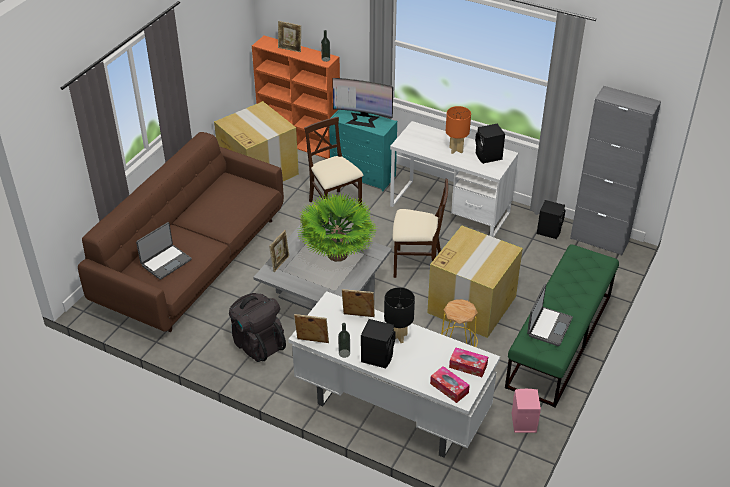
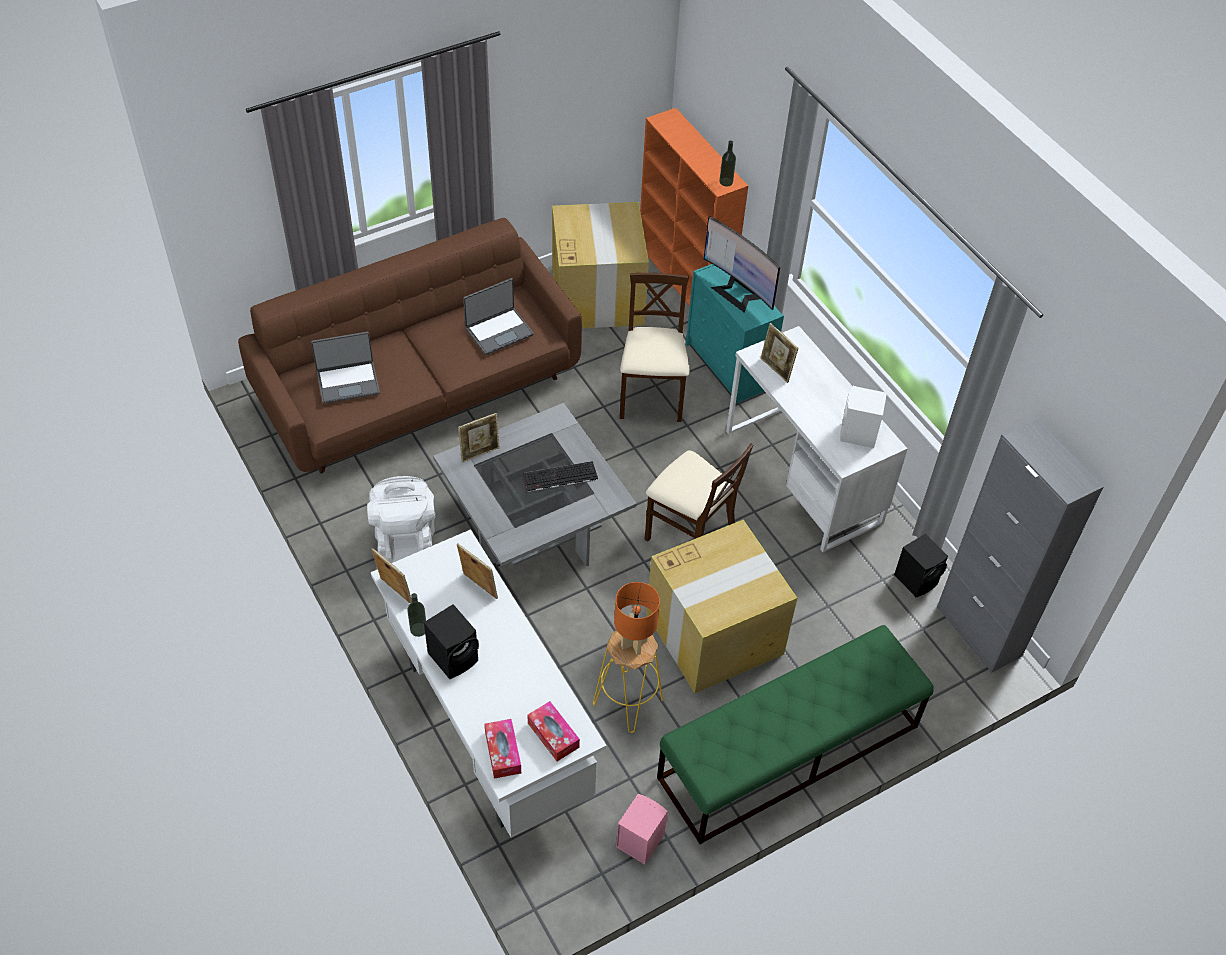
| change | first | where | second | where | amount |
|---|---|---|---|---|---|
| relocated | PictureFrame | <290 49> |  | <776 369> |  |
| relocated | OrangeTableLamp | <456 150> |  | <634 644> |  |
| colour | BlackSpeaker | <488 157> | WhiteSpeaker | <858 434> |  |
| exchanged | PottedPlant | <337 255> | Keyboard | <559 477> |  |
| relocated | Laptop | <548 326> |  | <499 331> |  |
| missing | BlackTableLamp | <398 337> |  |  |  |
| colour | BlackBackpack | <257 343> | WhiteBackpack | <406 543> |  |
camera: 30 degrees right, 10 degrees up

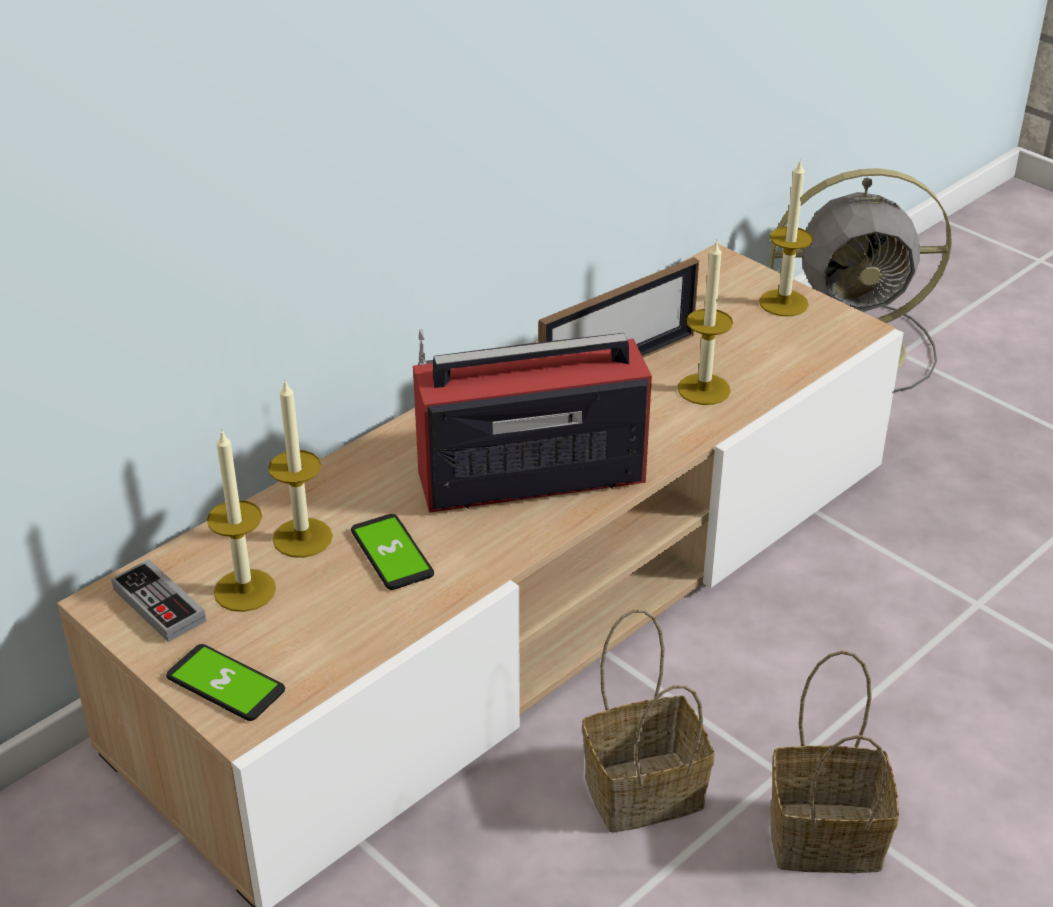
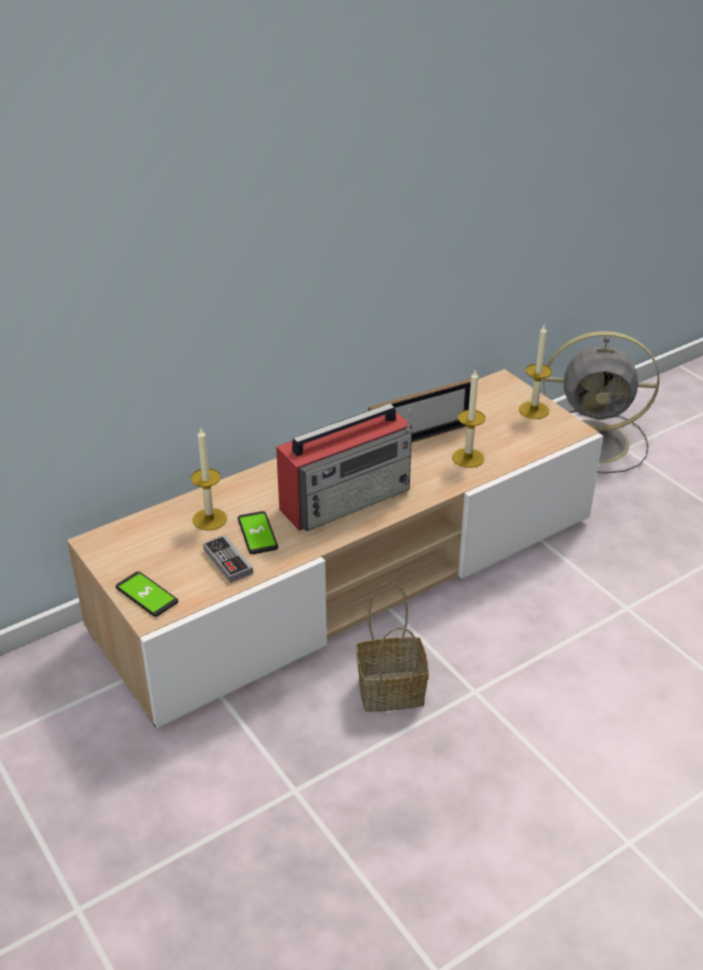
| change | first | where | second | where | amount |
|---|---|---|---|---|---|
| spun | Radio | <527 476> |  | <347 498> | 150 degrees clockwise |
| missing | Candle | <245 590> |  |  |  |
| relocated | GameController | <159 605> |  | <228 561> |  |
| missing | Basket | <821 839> |  |  |  |
camera: 10 degrees right, 0 degrees up

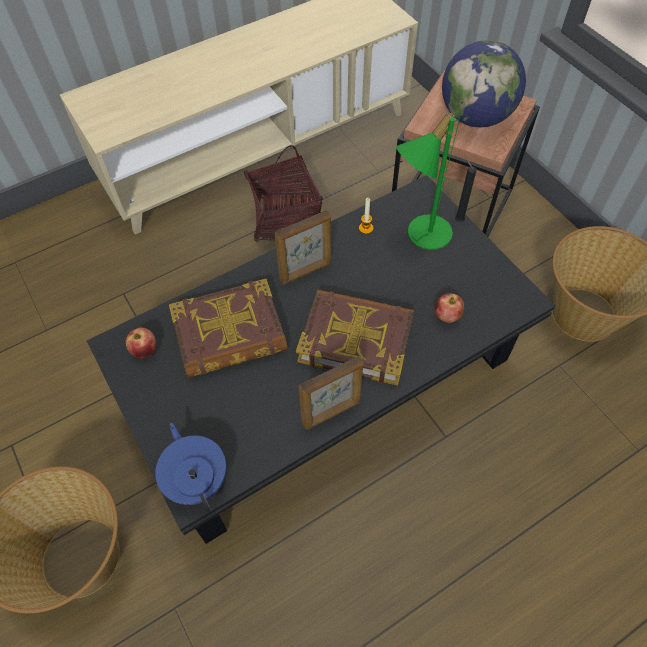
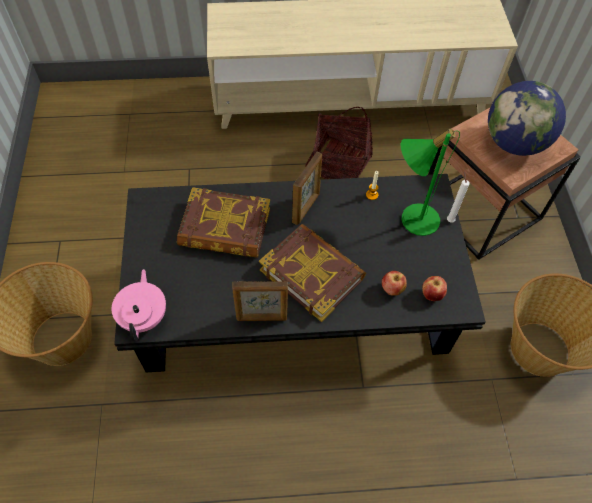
| change | first | where | second | where | amount |
|---|---|---|---|---|---|
| colour | BlackCandle | <458 219> | WhiteCandle | <449 219> |  |
| spun | PictureFrame | <306 272> |  | <306 208> | 60 degrees counterclockwise |
| relocated | Apple | <145 351> |  | <432 295> |  |
| colour | BlueTeapot | <197 479> | PinkTeapot | <144 317> |  |
camera: 25 degrees right, 0 degrees up

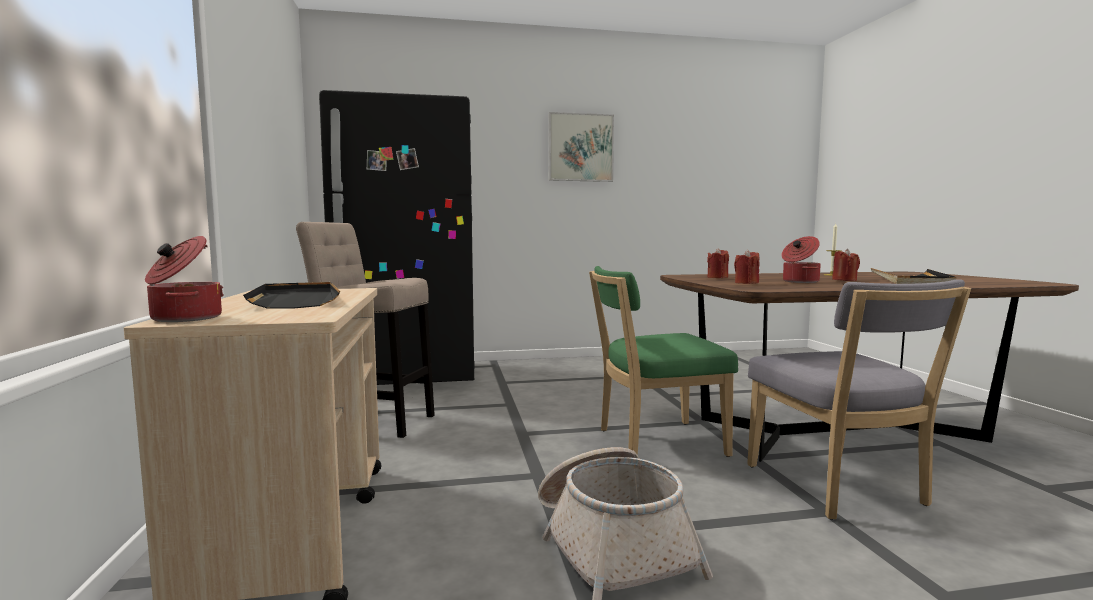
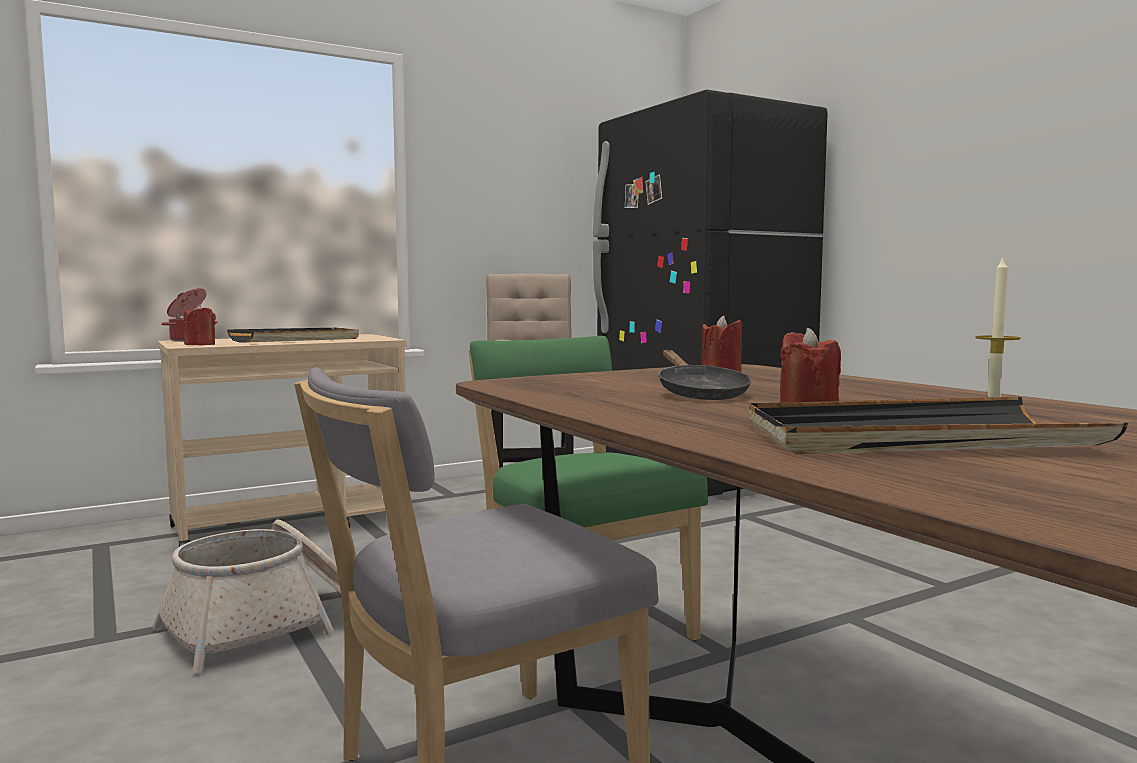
| change | first | where | second | where | amount |
|---|---|---|---|---|---|
| missing | Picture | <580 147> |  |  |  |
| exchanged | CookingPot | <799 281> | BlackFryingPan | <699 394> |  |
| relocated | RedCandle | <746 283> |  | <200 345> |  |
camera: 70 degrees right, 0 degrees up

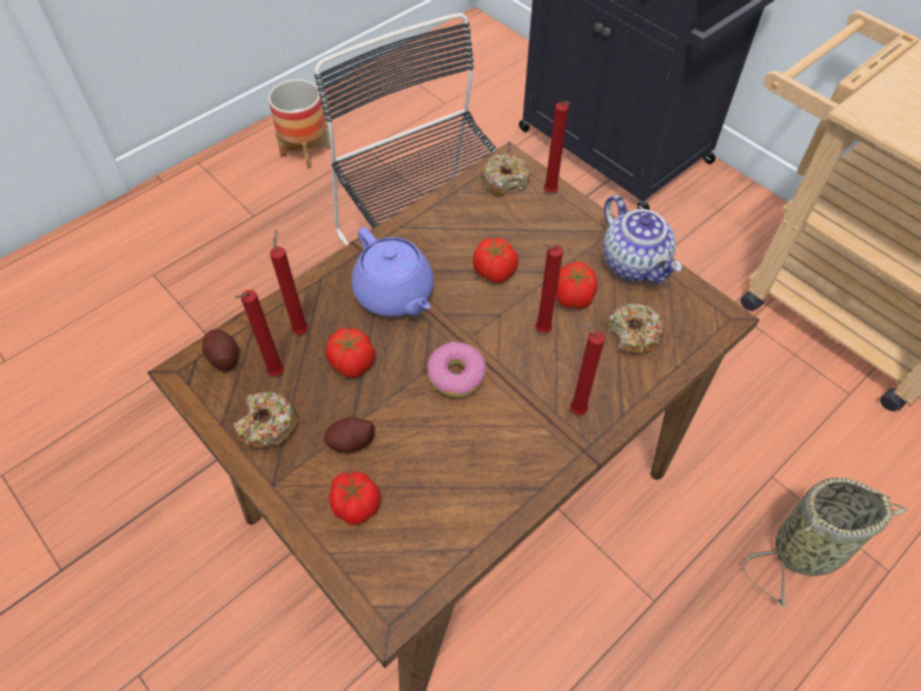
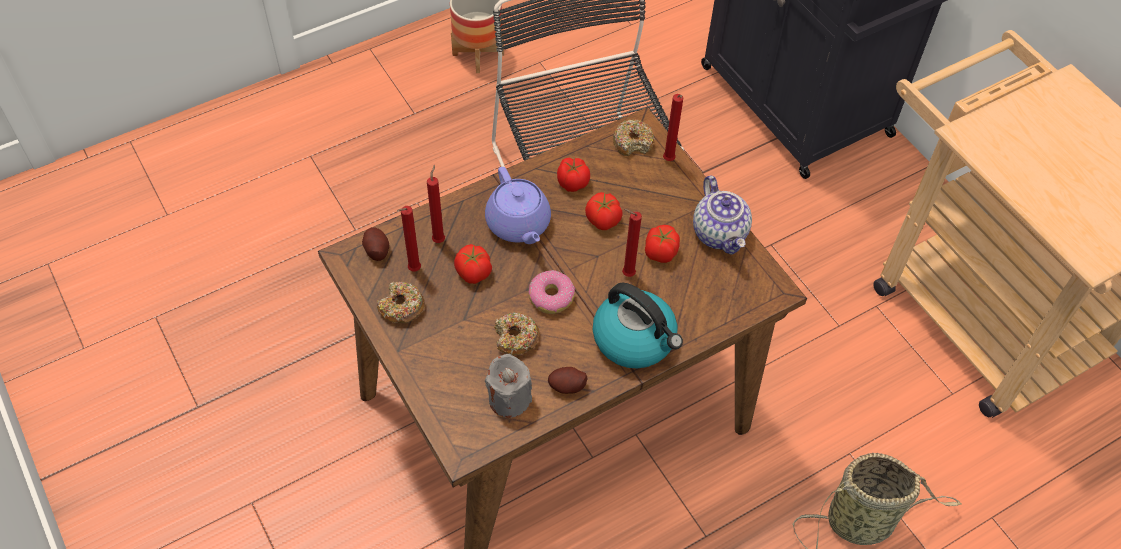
| change | first | where | second | where | amount |
|---|---|---|---|---|---|
| relocated | Donut | <634 334> |  | <515 338> |  |
| exchanged | RedCandle | <575 409> | Kettle | <635 339> |  |
| relocated | Potato | <351 442> |  | <567 386> |  |
| relocated | Tomato | <355 505> |  | <572 182> |  |
| appeared |  |  | GreyCandle | <509 399> |  |
camera: 10 degrees right, 0 degrees up

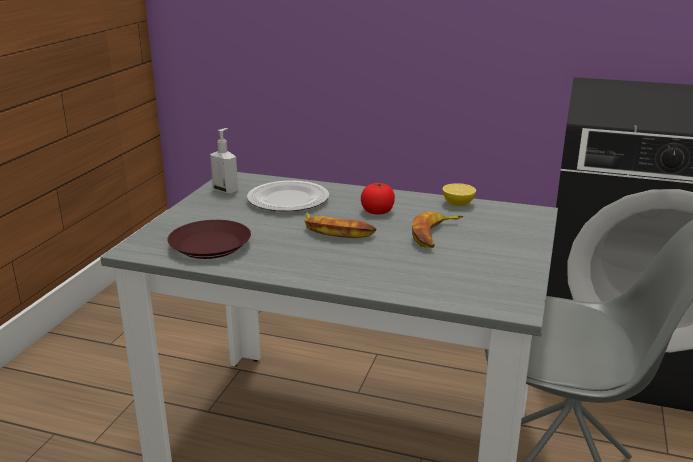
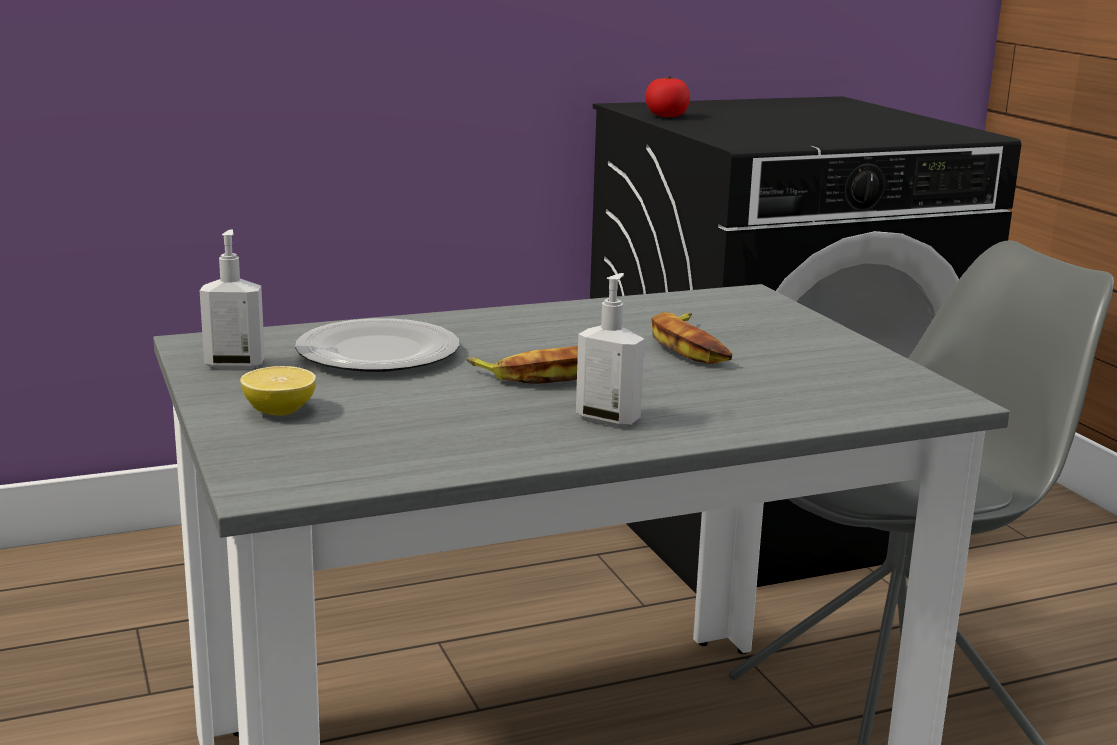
| change | first | where | second | where | amount |
|---|---|---|---|---|---|
| relocated | Tomato | <377 211> |  | <666 116> |  |
| relocated | Lemon | <458 204> |  | <279 411> |  |
| missing | BrownPlate | <210 246> |  |  |  |
| appeared |  |  | SoapDispenser | <608 419> |  |
camera: 40 degrees left, 5 degrees down

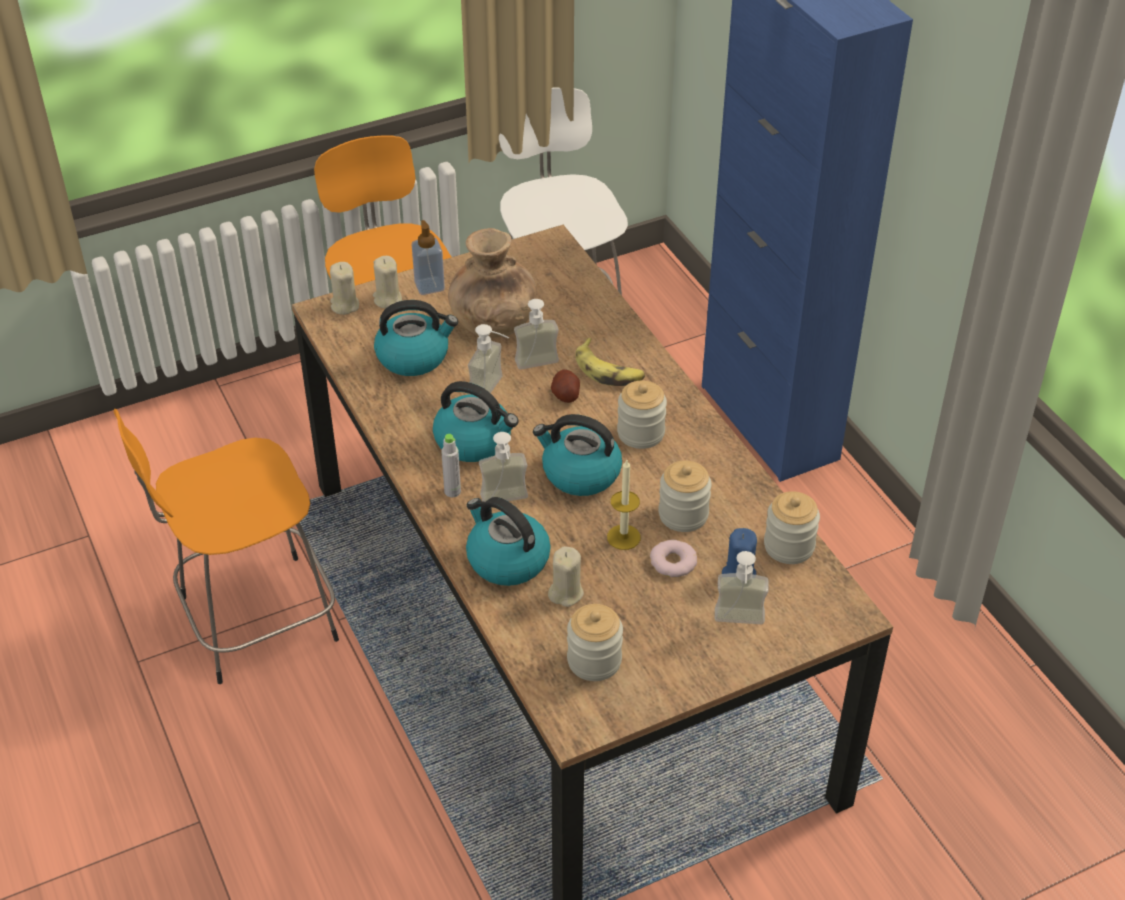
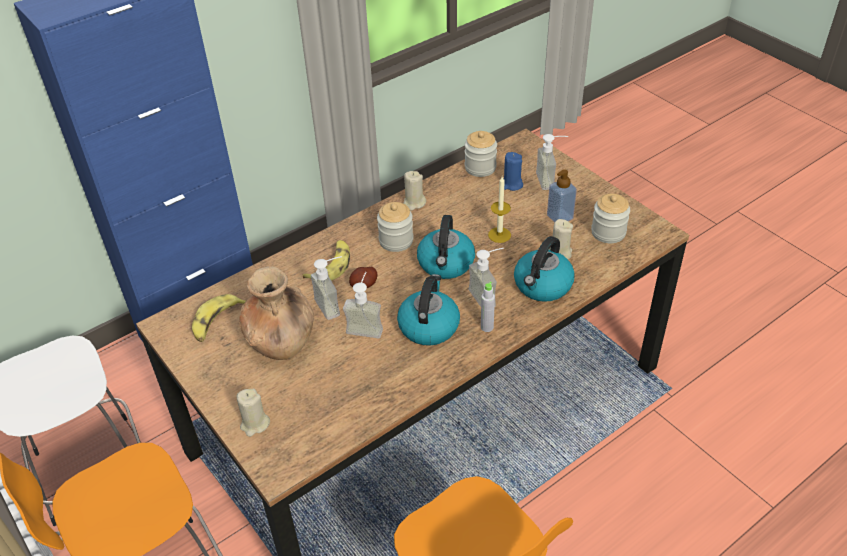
| change | first | where | second | where | amount |
|---|---|---|---|---|---|
| relocated | SoapDispenser | <429 286> |  | <559 217> |  |
| relocated | BeigeCandle | <344 305> |  | <414 203> |  |
| missing | Kettle | <414 356> |  |  |  |
| missing | Jar | <683 515> |  |  |  |
| missing | Donut | <672 562> |  |  |  |
| appeared |  |  | Banana | <217 322> |  |
camera: 100 degrees left, 0 degrees up

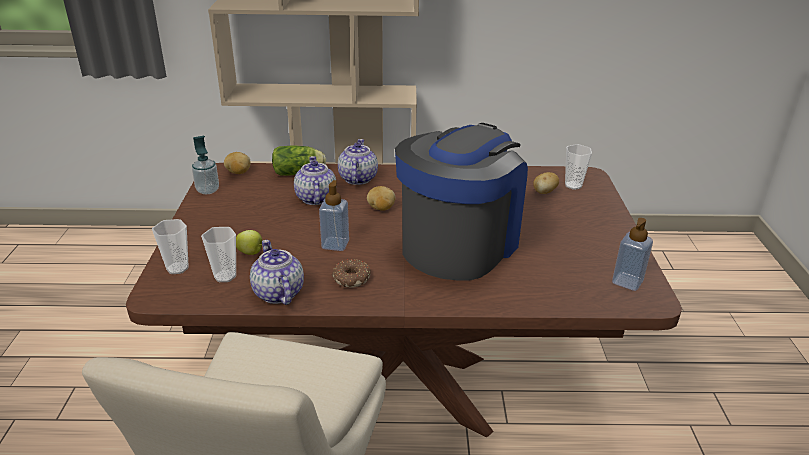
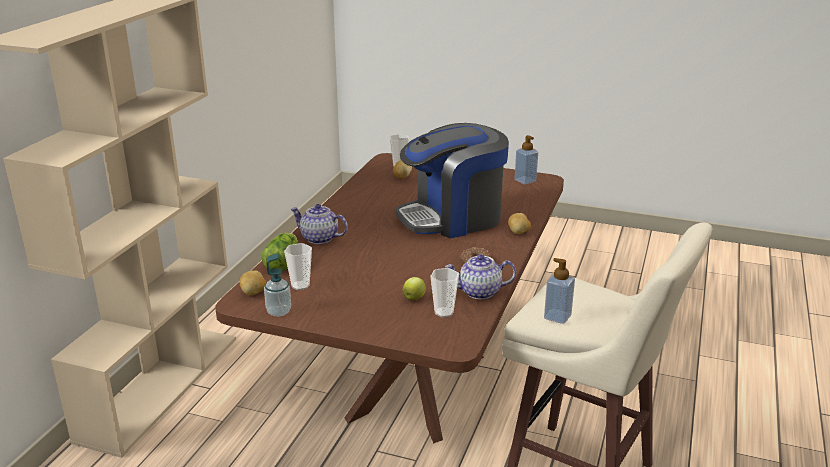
| change | first | where | second | where | amount |
|---|---|---|---|---|---|
| spun | CoffeeMachine | <459 244> |  | <452 218> | 75 degrees counterclockwise |
| missing | Teapot | <315 198> |  |  |  |
| relocated | SoapDispenser | <335 244> |  | <557 317> |  |
| relocated | Potato | <381 208> |  | <518 232> |  |
| relocated | Cup | <177 268> |  | <300 285> |  |
camera: 70 degrees left, 5 degrees down

